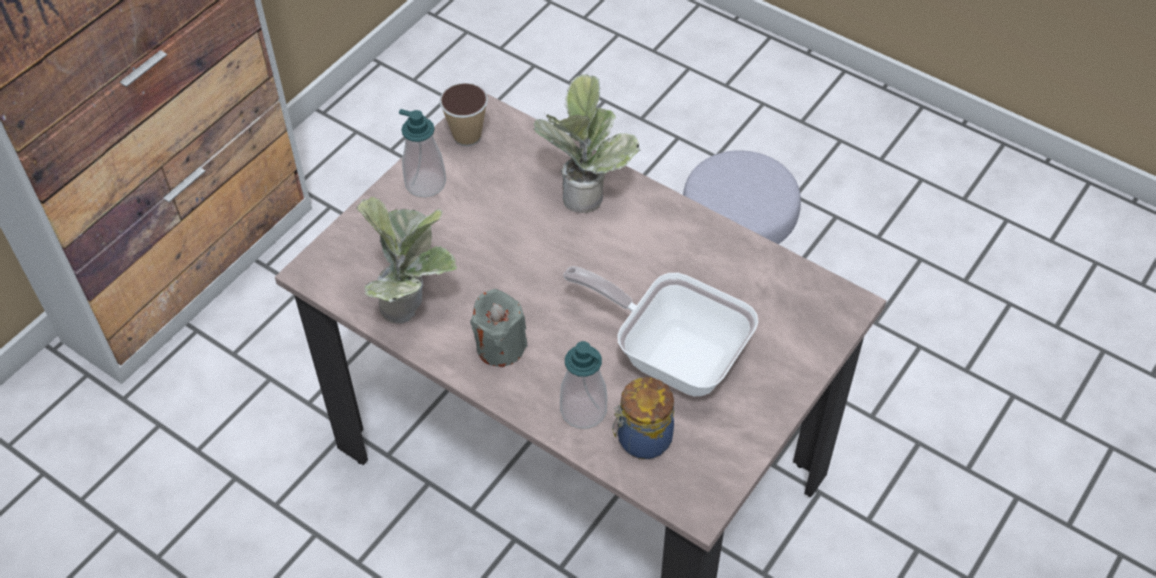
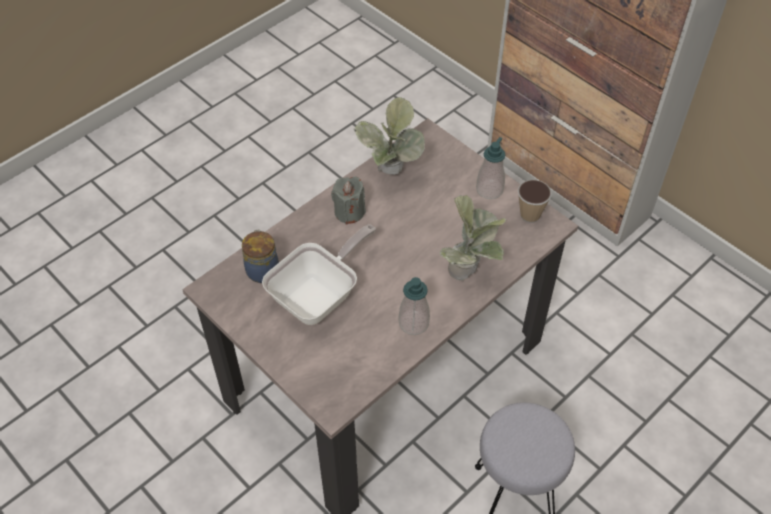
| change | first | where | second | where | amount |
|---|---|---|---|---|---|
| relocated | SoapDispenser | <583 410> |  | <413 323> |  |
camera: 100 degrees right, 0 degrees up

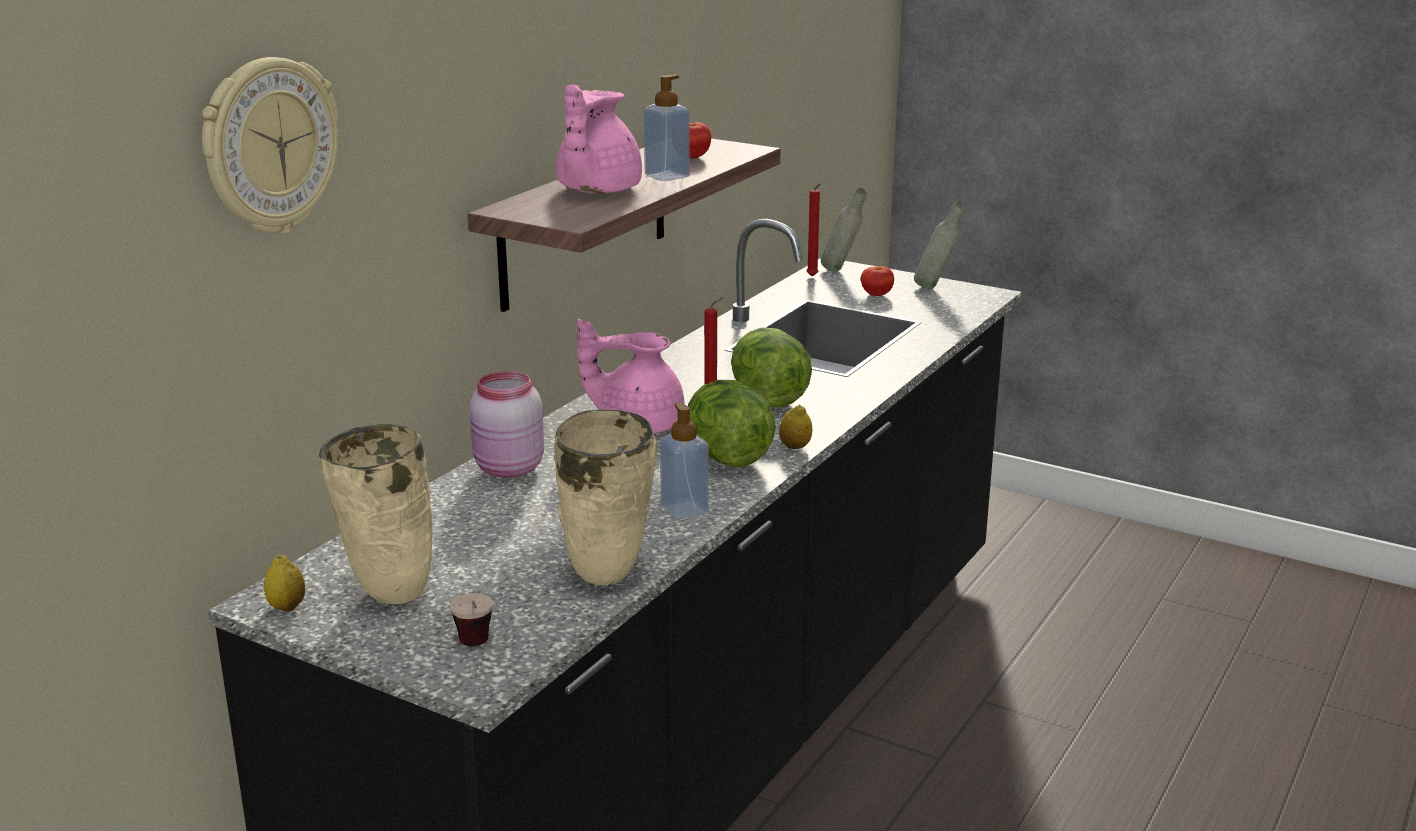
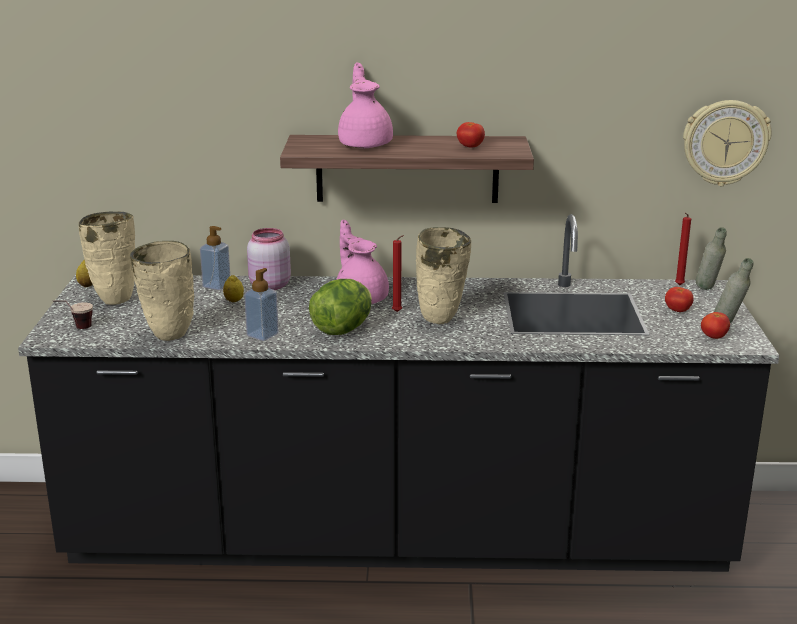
| change | first | where | second | where | amount |
|---|---|---|---|---|---|
| relocated | WallClock | <269 146> |  | <725 142> |  |
| relocated | SoapDispenser | <667 176> |  | <216 285> |  |
| spun | PinkTeapot | <596 190> |  | <365 144> | 90 degrees clockwise |
| exchanged | Lettuce | <768 399> | BeigeVase | <441 320> |  |
| relocated | Lemon | <795 447> |  | <234 301> |  |
| appeared |  |  | Tomato | <713 337> |  |
camera: 60 degrees right, 0 degrees up

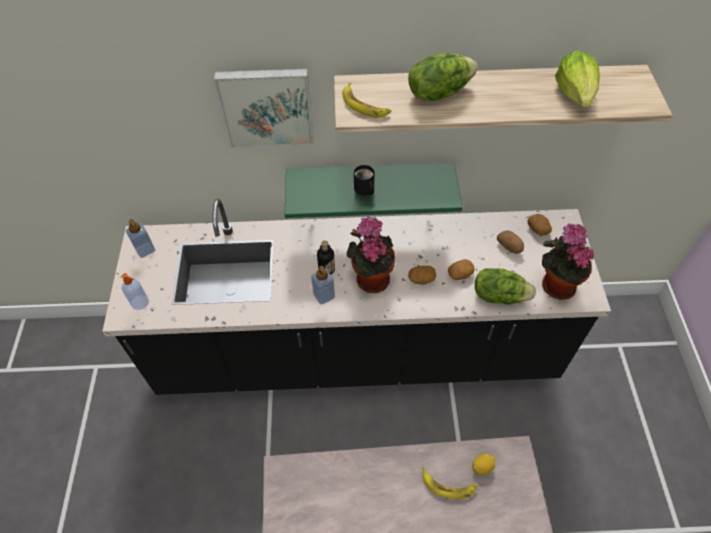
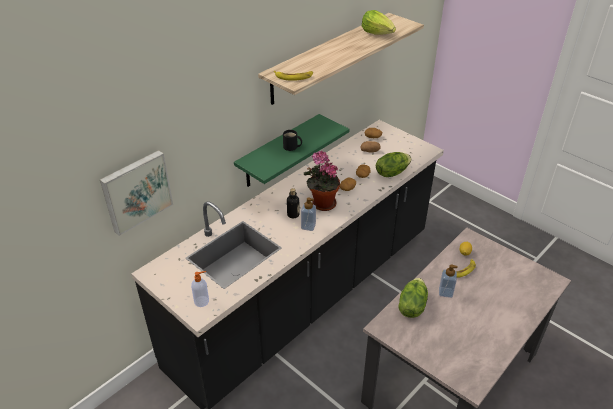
| change | first | where | second | where | amount |
|---|---|---|---|---|---|
| relocated | Lettuce | <438 92> |  | <411 306> |  |
| relocated | Picture | <267 106> |  | <136 191> |  |
| relocated | SoapDispenser | <145 250> |  | <445 292> |  |
| missing | PottedPlant | <555 284> |  |  |  |
camera: 45 degrees left, 15 degrees down

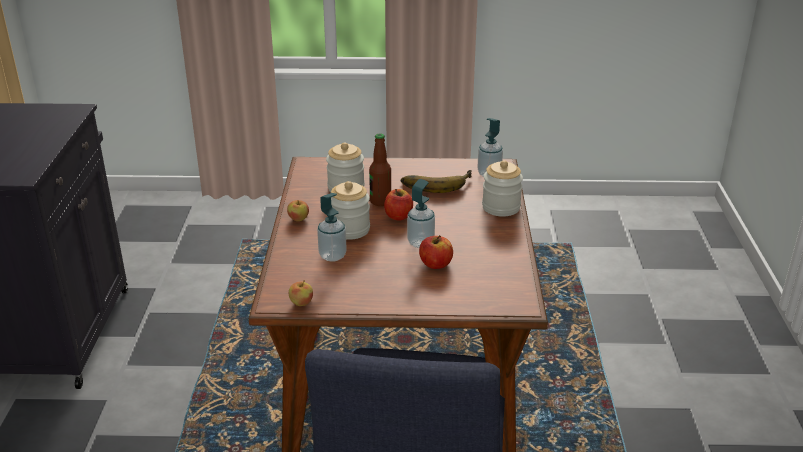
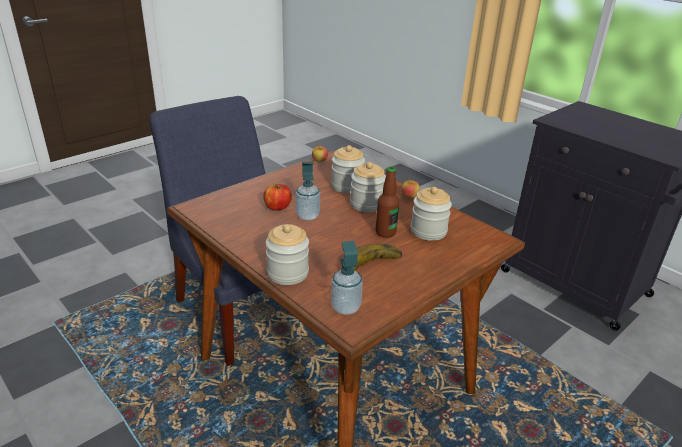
| change | first | where | second | where | amount |
|---|---|---|---|---|---|
| missing | Apple | <398 216> |  |  |  |
| exchanged | SoapDispenser | <332 256> | Jar | <347 186> |  |
camera: 135 degrees right, 0 degrees up

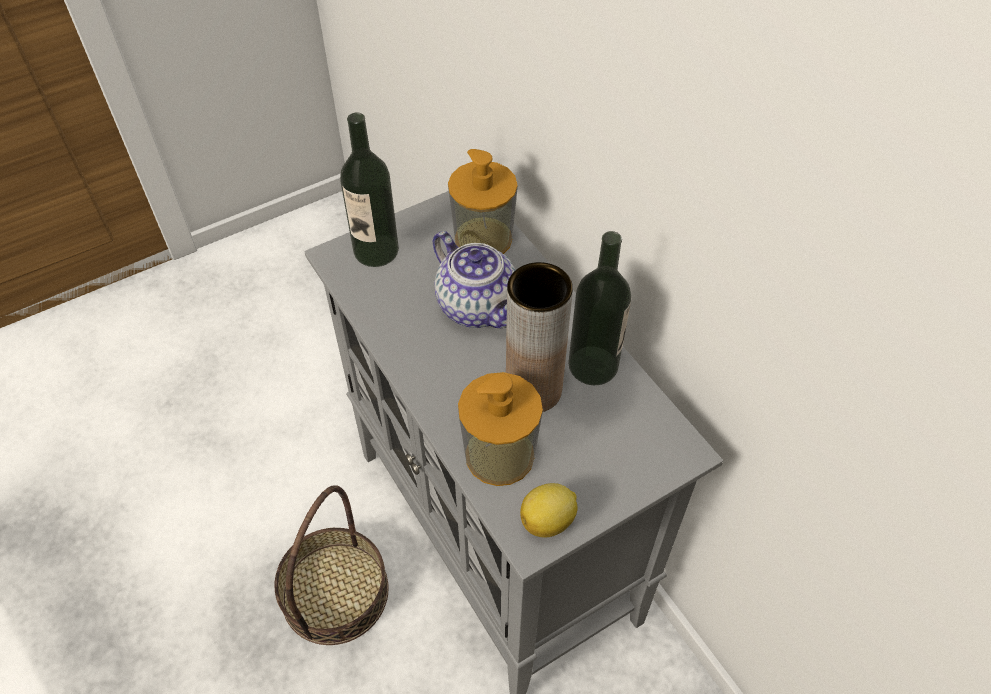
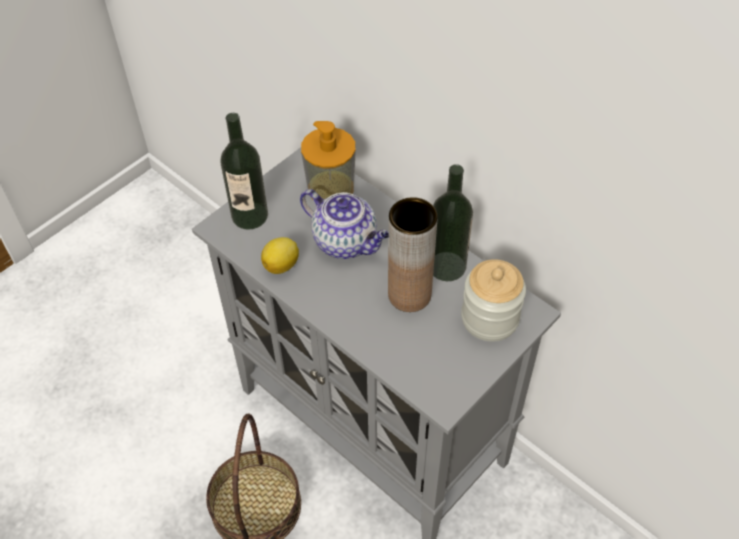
| change | first | where | second | where | amount |
|---|---|---|---|---|---|
| missing | SoapDispenser | <499 455> |  |  |  |
| relocated | Lemon | <549 521> |  | <282 265> |  |
| appeared |  |  | Jar | <490 318> |  |
camera: 15 degrees left, 0 degrees up

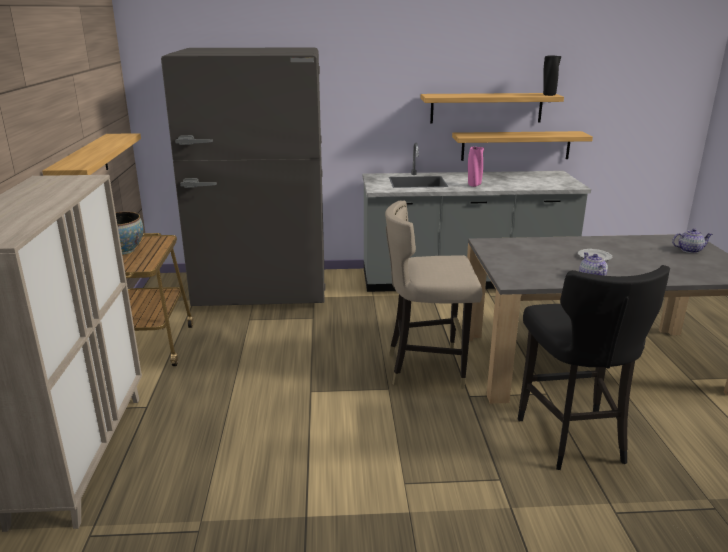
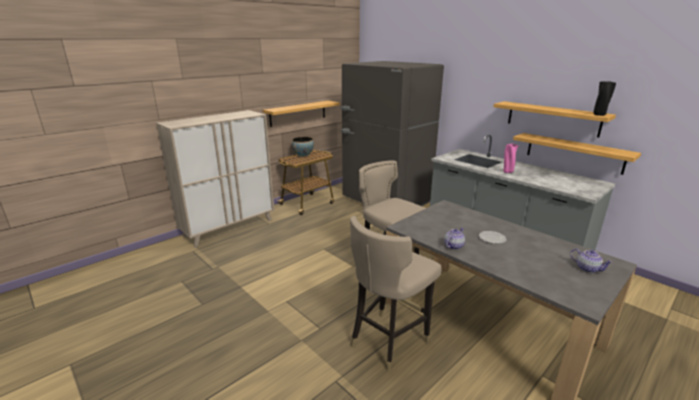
| change | first | where | second | where | amount |
|---|---|---|---|---|---|
| colour | BlackStool | <571 438> | BeigeStool | <388 340> |  |
camera: 50 degrees right, 0 degrees up

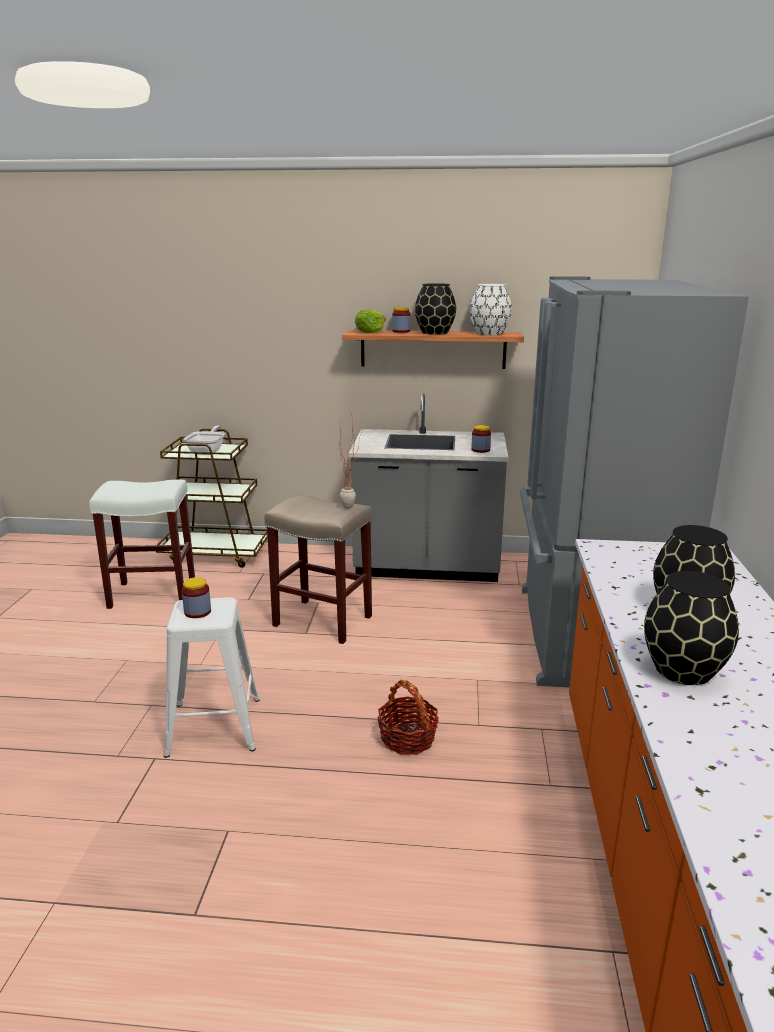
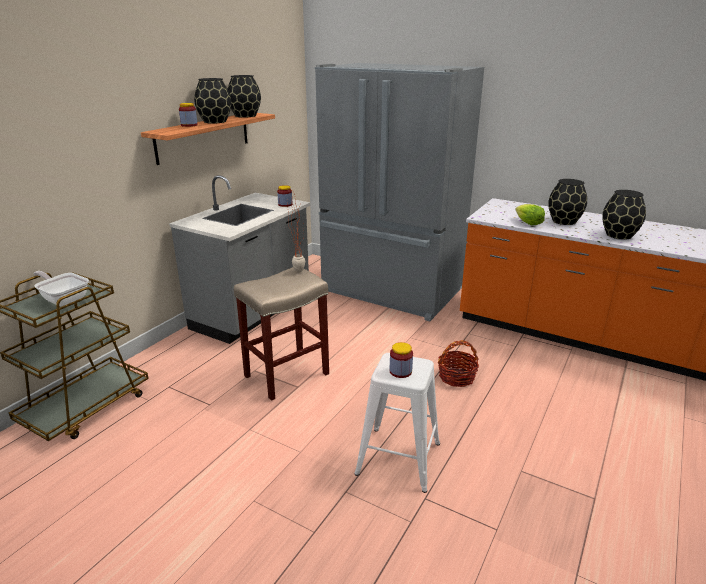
| change | first | where | second | where | amount |
|---|---|---|---|---|---|
| colour | WhiteVase | <489 333> | BlackVase | <246 116> |  |
| relocated | Lettuce | <370 332> |  | <528 223> |  |
| missing | WhiteStool | <151 594> |  |  |  |
camera: 65 degrees left, 5 degrees up

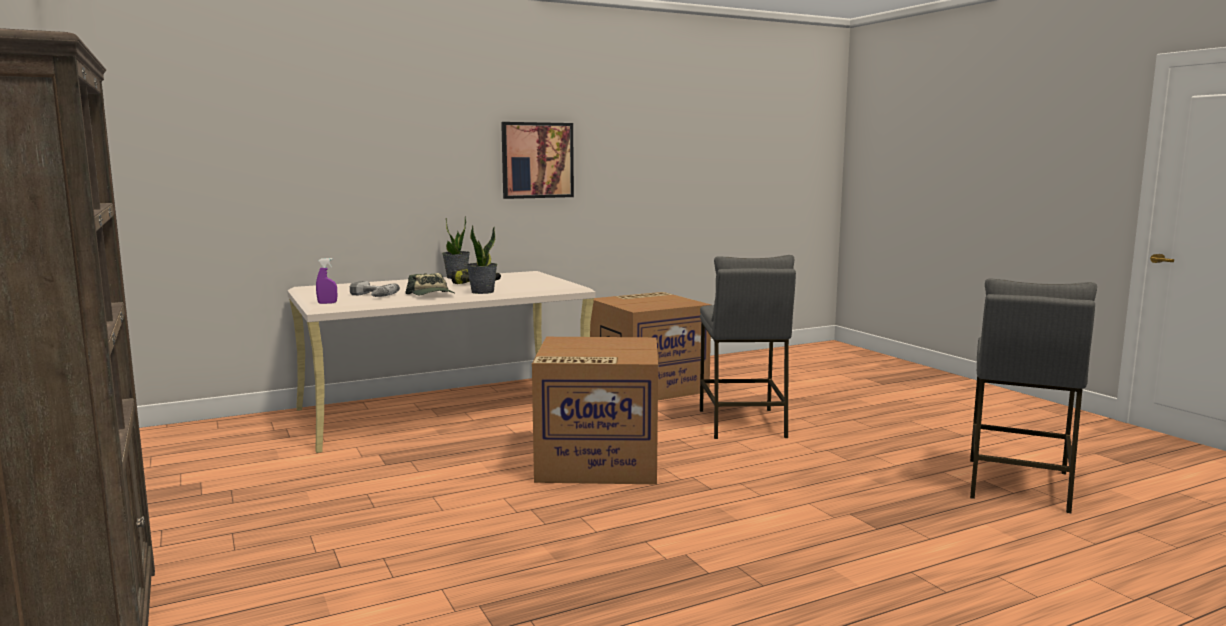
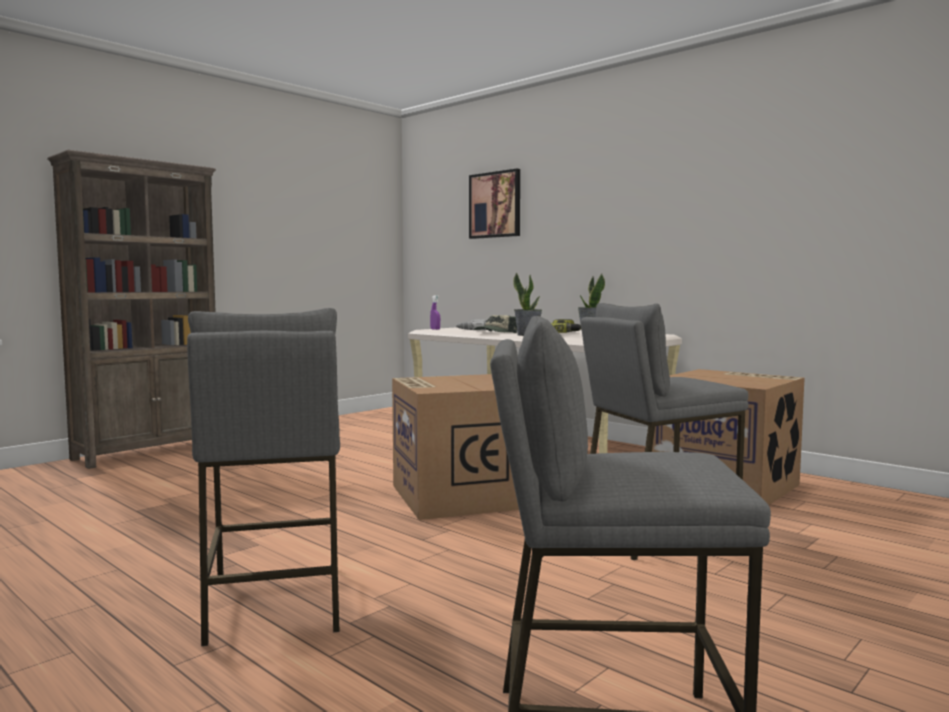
| change | first | where | second | where | amount |
|---|---|---|---|---|---|
| relocated | Picture | <537 160> |  | <495 205> |  |
| appeared |  |  | GreyStool | <274 602> |  |
camera: 70 degrees right, 5 degrees down

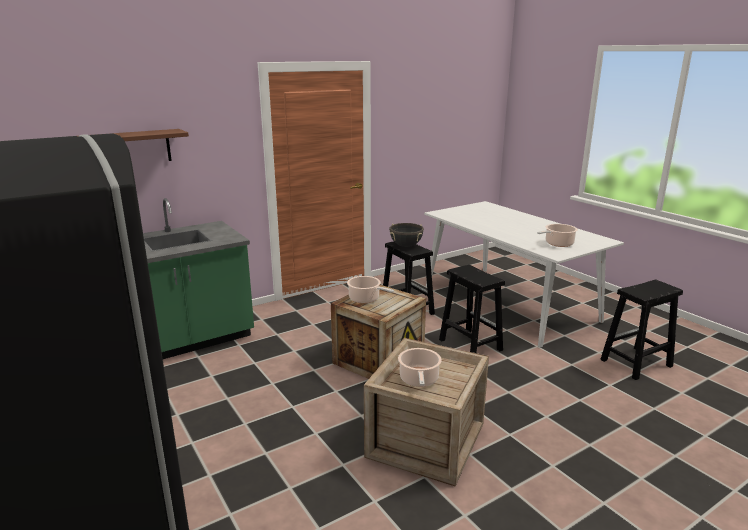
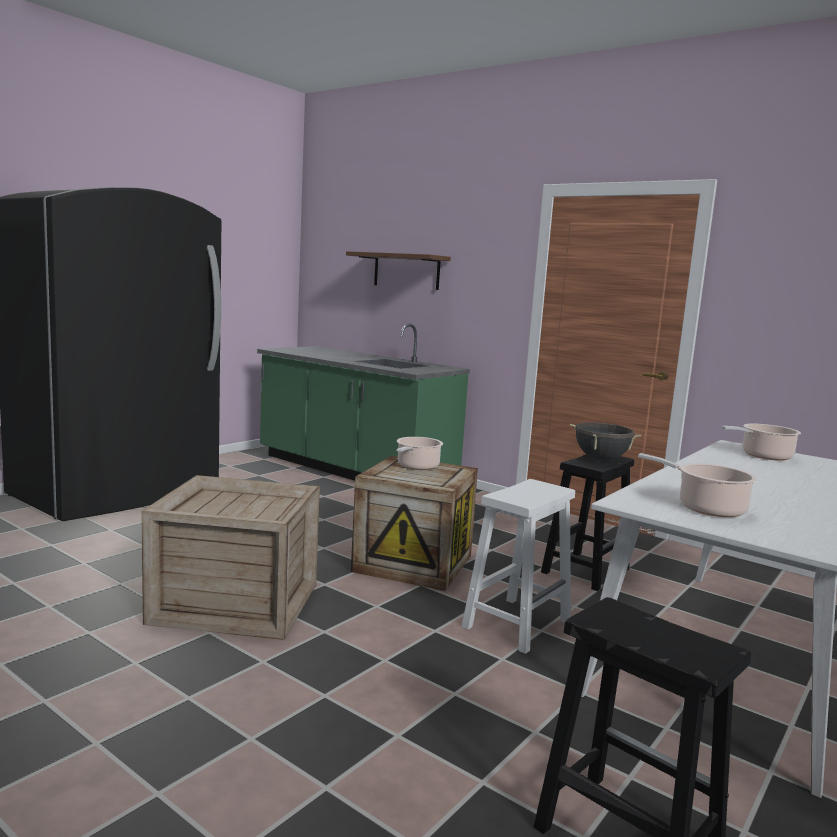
| change | first | where | second | where | amount |
|---|---|---|---|---|---|
| colour | BlackStool | <469 344> | WhiteStool | <517 623> |  |
| relocated | CookingPot | <419 380> |  | <764 456> |  |
camera: 70 degrees right, 10 degrees down

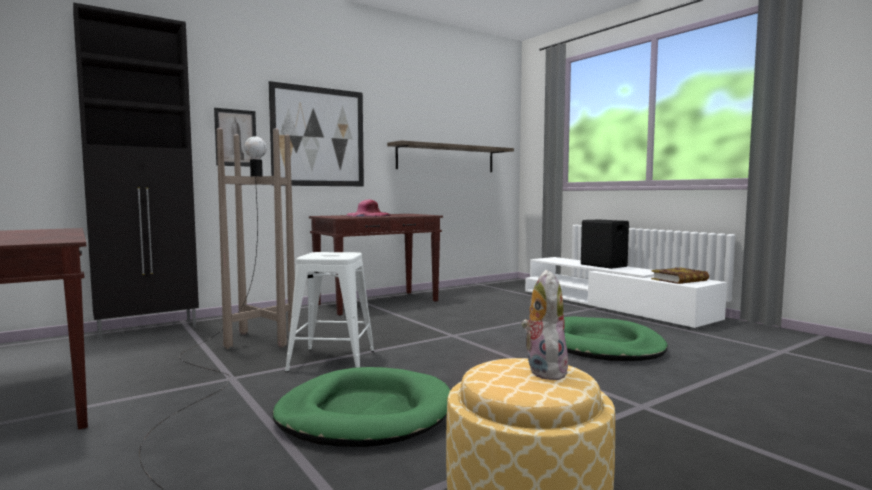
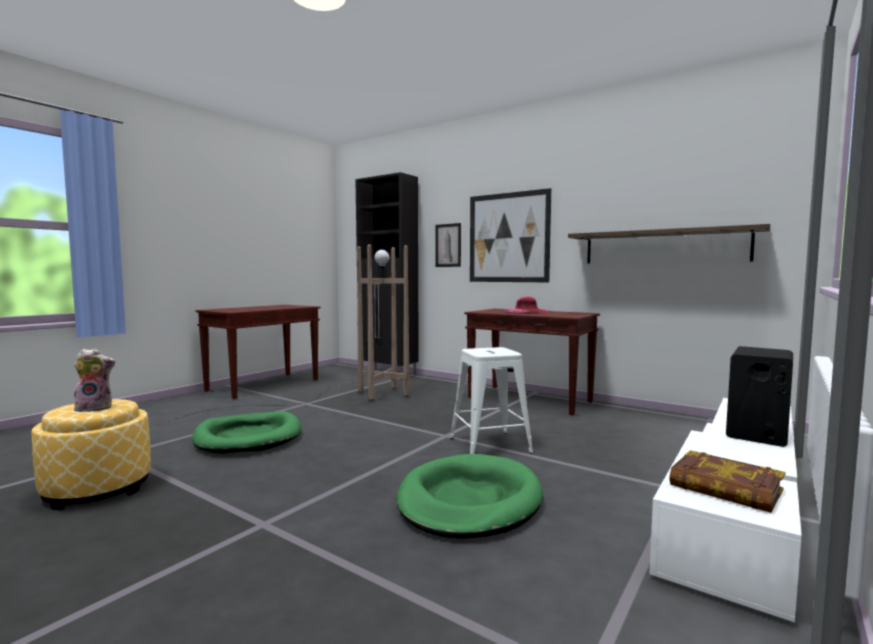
| change | first | where | second | where | amount |
|---|---|---|---|---|---|
| relocated | WhiteStool | <331 361> |  | <489 445> |  |
camera: 70 degrees right, 0 degrees up

